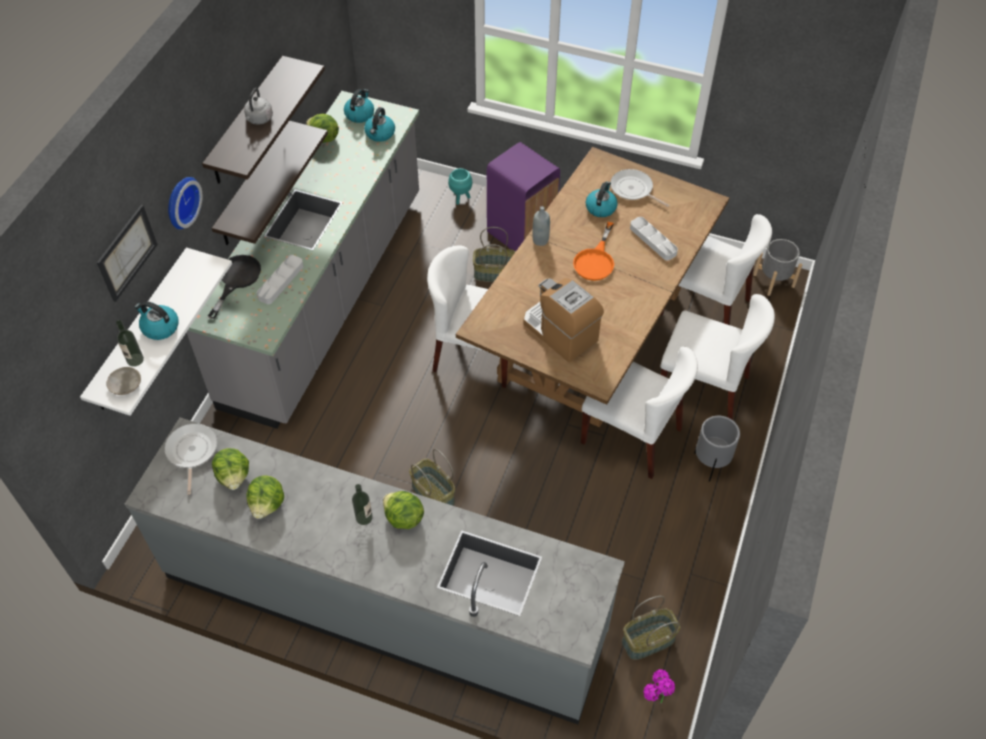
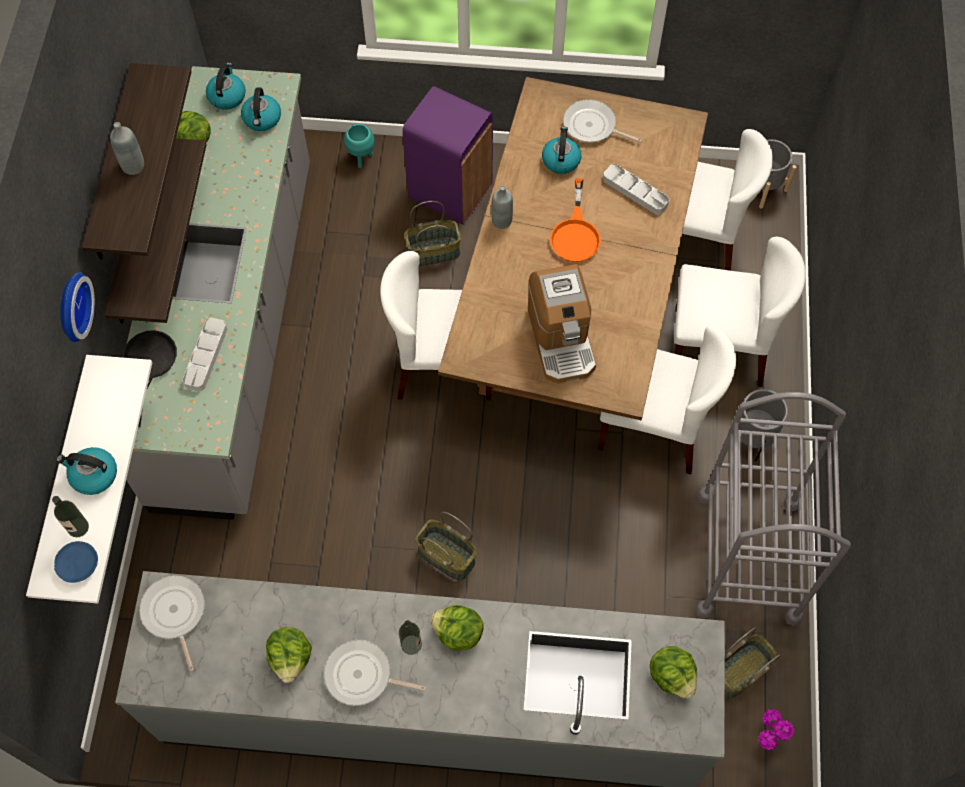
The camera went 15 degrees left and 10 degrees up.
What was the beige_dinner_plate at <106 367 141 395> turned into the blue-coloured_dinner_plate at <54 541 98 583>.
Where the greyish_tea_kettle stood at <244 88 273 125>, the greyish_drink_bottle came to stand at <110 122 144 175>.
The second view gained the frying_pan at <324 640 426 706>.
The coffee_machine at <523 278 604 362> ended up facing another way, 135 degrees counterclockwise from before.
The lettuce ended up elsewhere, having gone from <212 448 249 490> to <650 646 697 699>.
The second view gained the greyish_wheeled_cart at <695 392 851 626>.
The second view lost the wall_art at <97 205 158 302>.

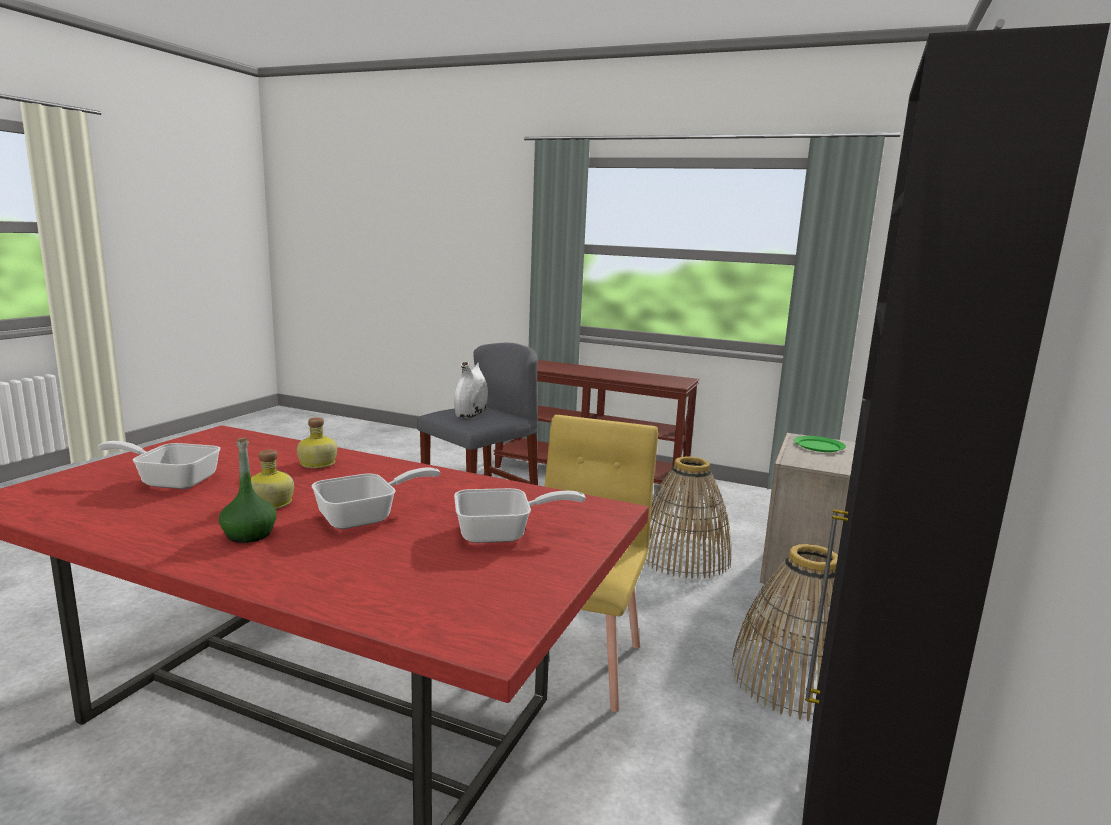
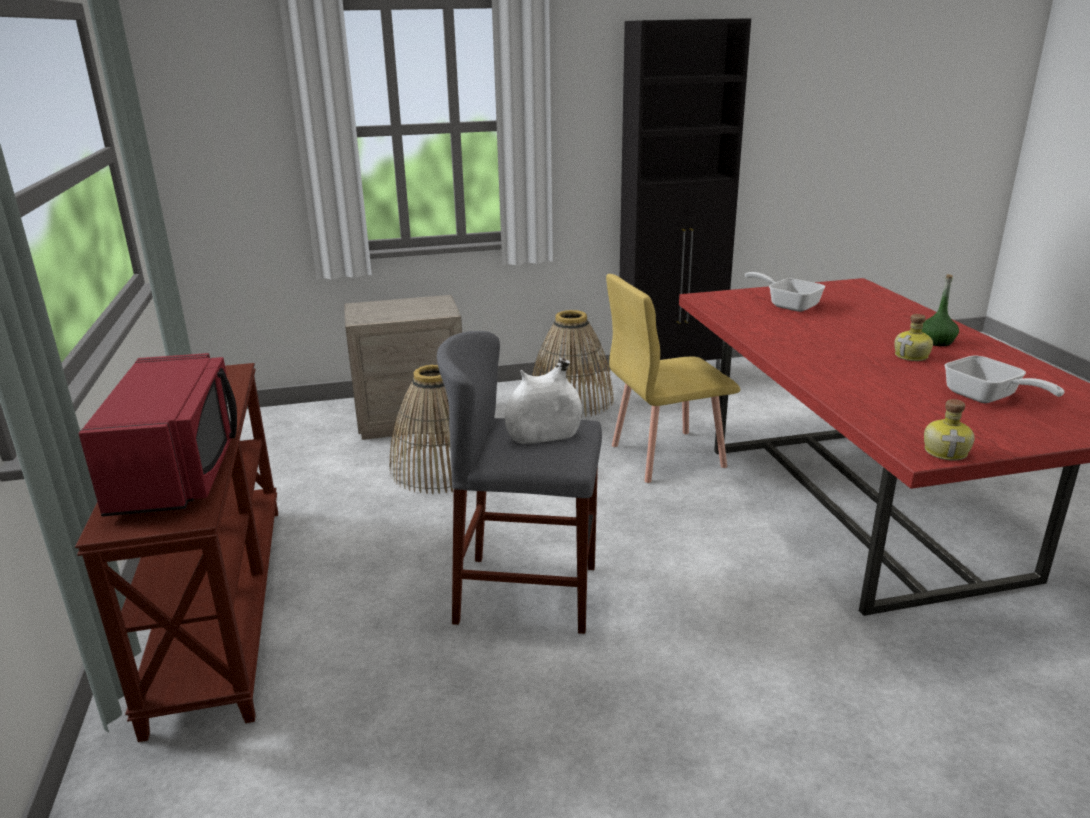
The camera went 125 degrees left and 10 degrees up.
The second view gained the red-coloured_microwave_oven at <79 353 237 517>.
The drink_bottle ended up elsewhere, having gone from <297 417 337 468> to <924 399 975 460>.
The second view lost the frying_pan at <311 467 440 529>.
The second view lost the greenish_dinner_plate at <794 436 846 452>.

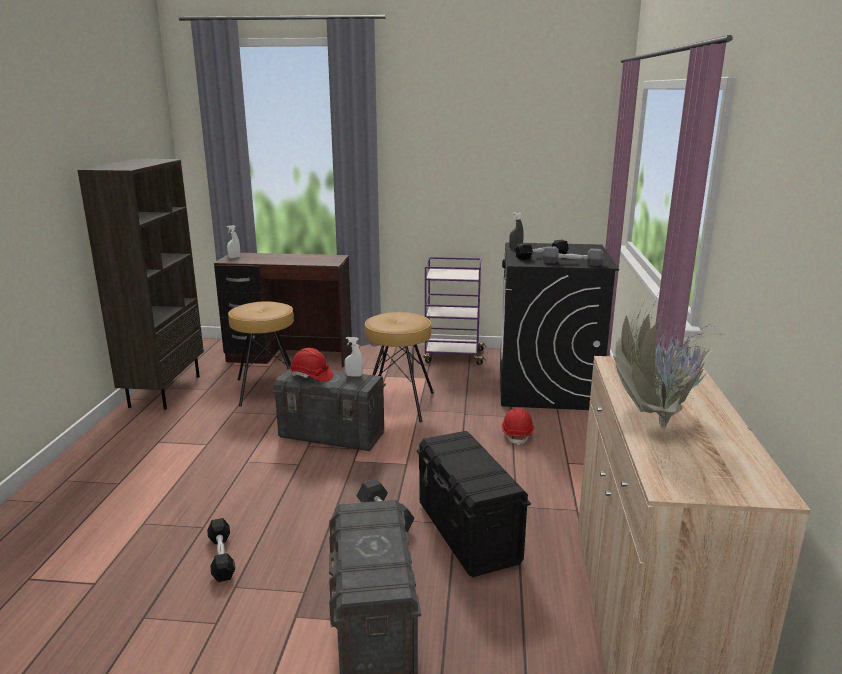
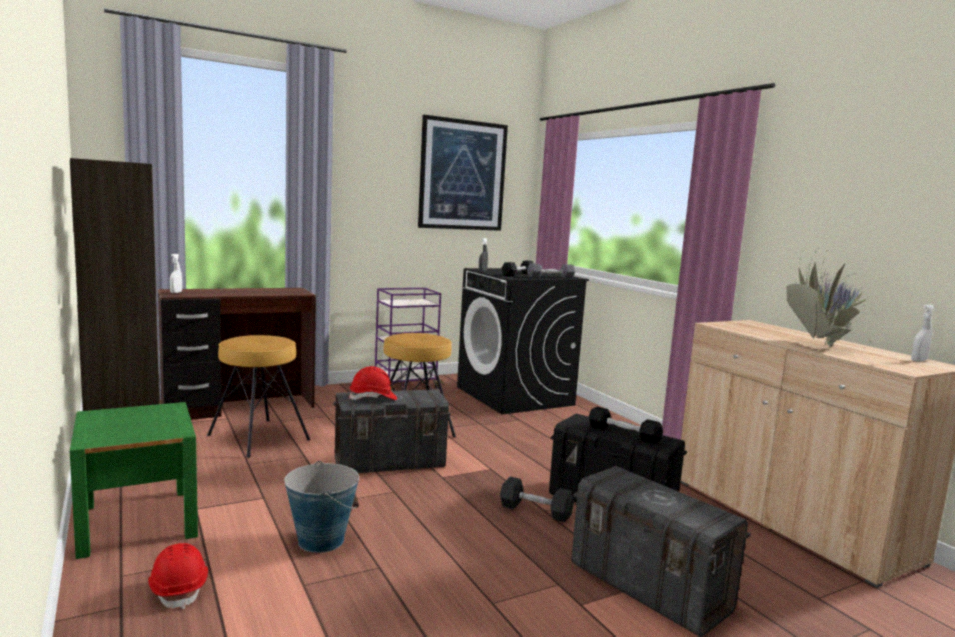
The camera went 35 degrees left and 10 degrees down.
The second view gained the greenish_bedside_table at <70 402 198 559>.
The red-coloured_safety_helmet ended up elsewhere, having gone from <501 408 534 446> to <148 543 208 609>.
The second view gained the bucket at <284 461 359 553>.
The second view gained the wall_art at <418 115 508 231>.
The blackish_hand_weight ended up elsewhere, having gone from <207 518 235 582> to <589 406 663 444>.
The white-coloured_sprayer ended up elsewhere, having gone from <345 337 363 376> to <911 305 934 362>.

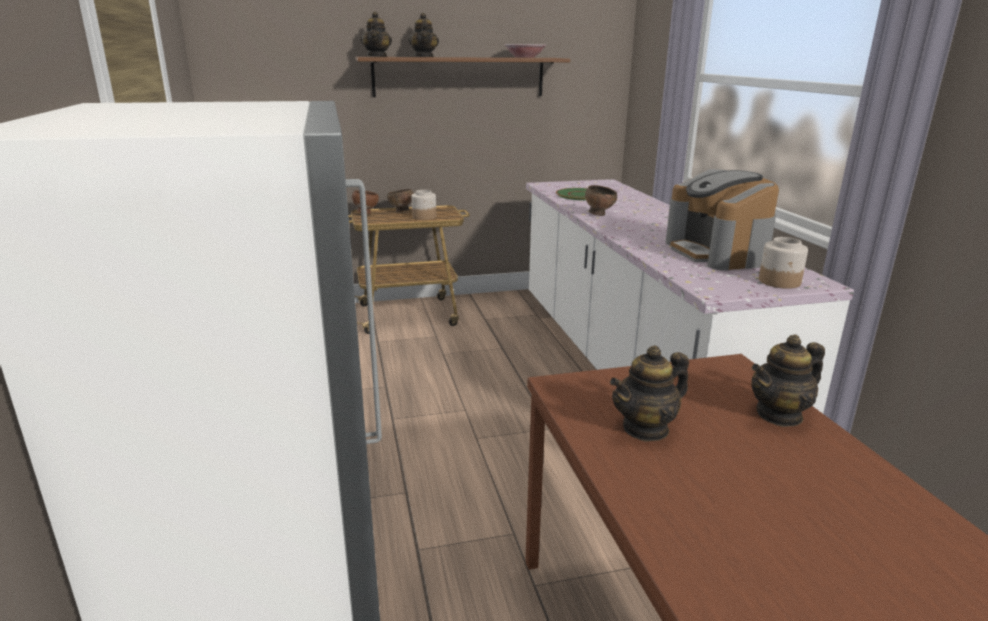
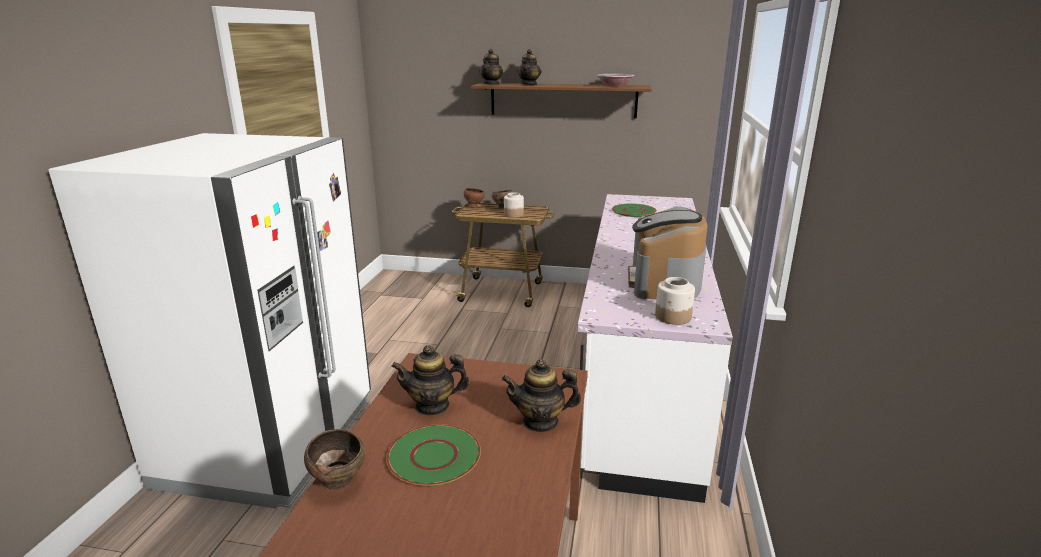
The camera went 25 degrees right and 0 degrees up.
The brown_bowl ended up elsewhere, having gone from <585 185 617 216> to <304 429 365 490>.
The second view gained the greenish_dinner_plate at <386 424 481 486>.

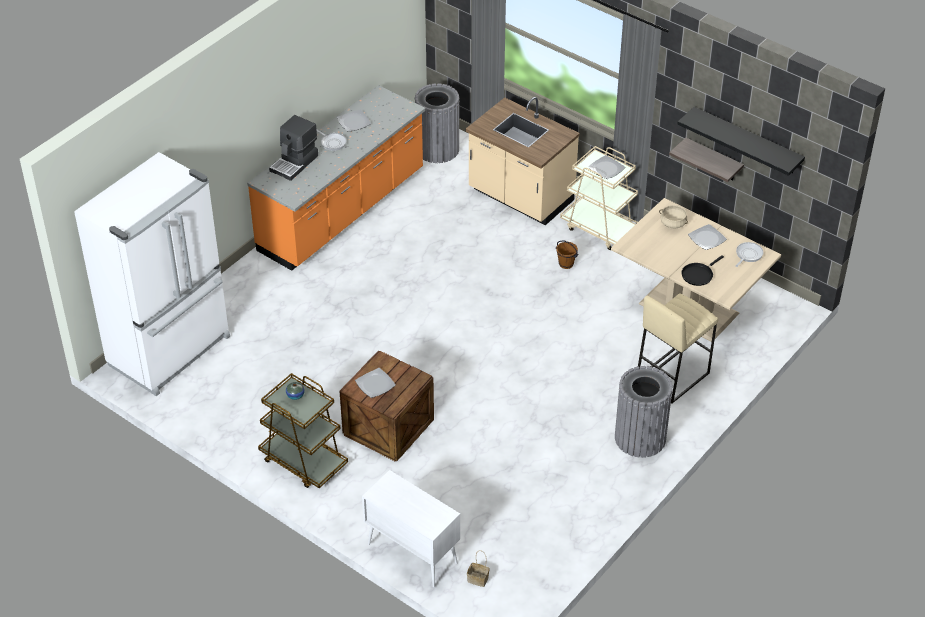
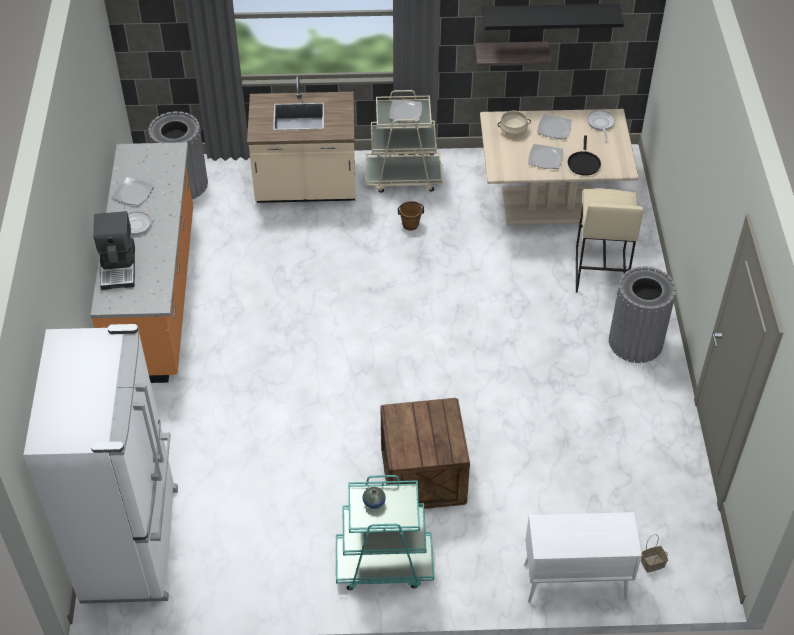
The camera went 40 degrees left and 5 degrees up.
What was the brown_wheeled_cart at <258 373 348 488> turned into the turquoise_wheeled_cart at <336 475 434 590>.
The dinner_plate ended up elsewhere, having gone from <355 368 396 398> to <528 144 563 169>.

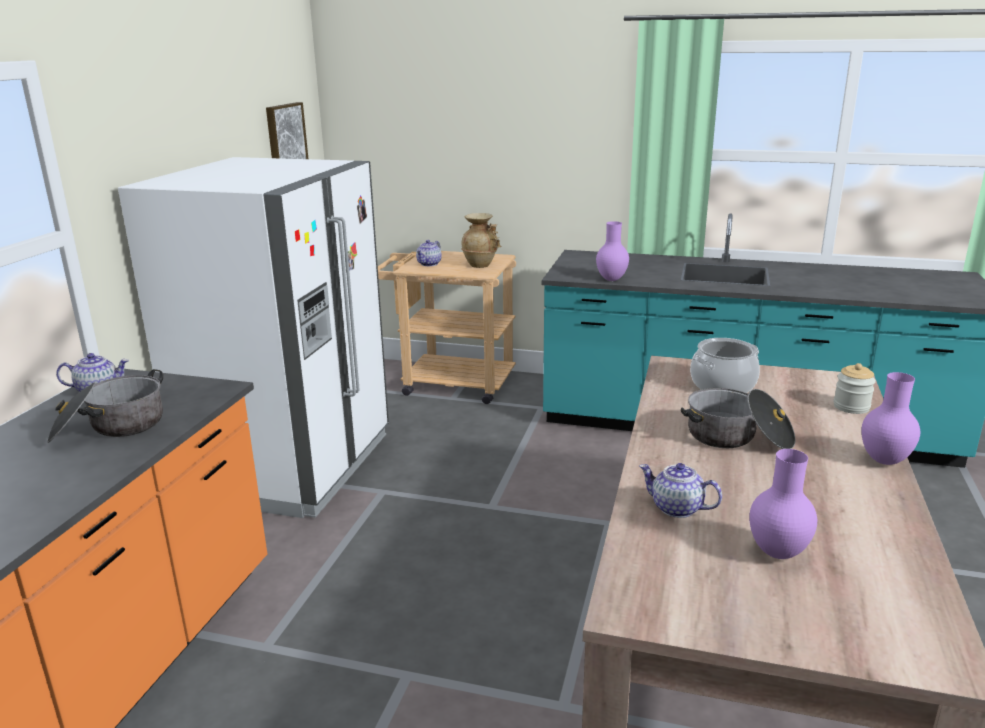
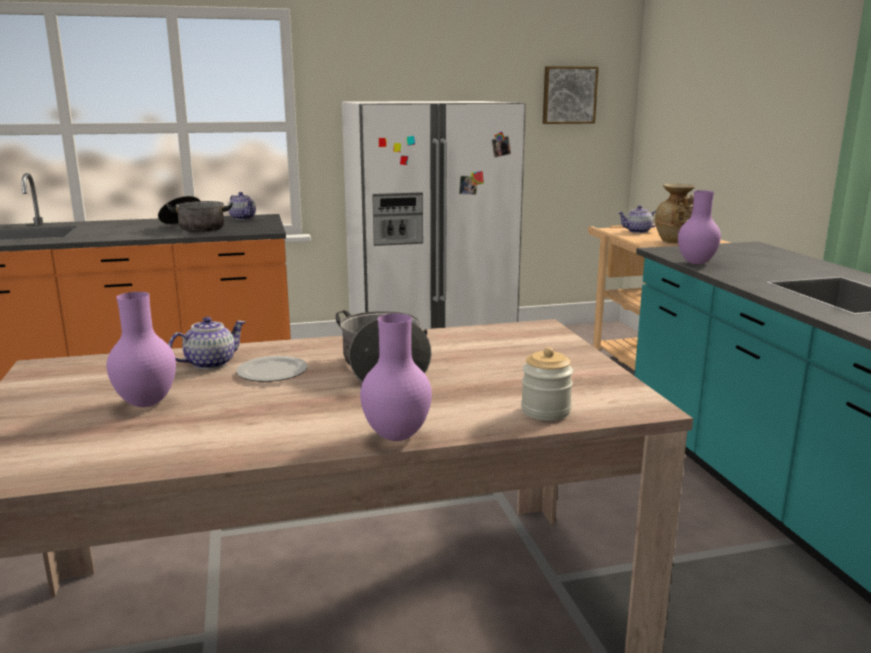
The camera went 60 degrees right and 5 degrees down.
The pot_for_tea at <639 463 722 518> ended up facing another way, 45 degrees clockwise from before.
The second view gained the dinner_plate at <236 356 308 382>.
The second view lost the cooking_pot at <690 338 760 393>.

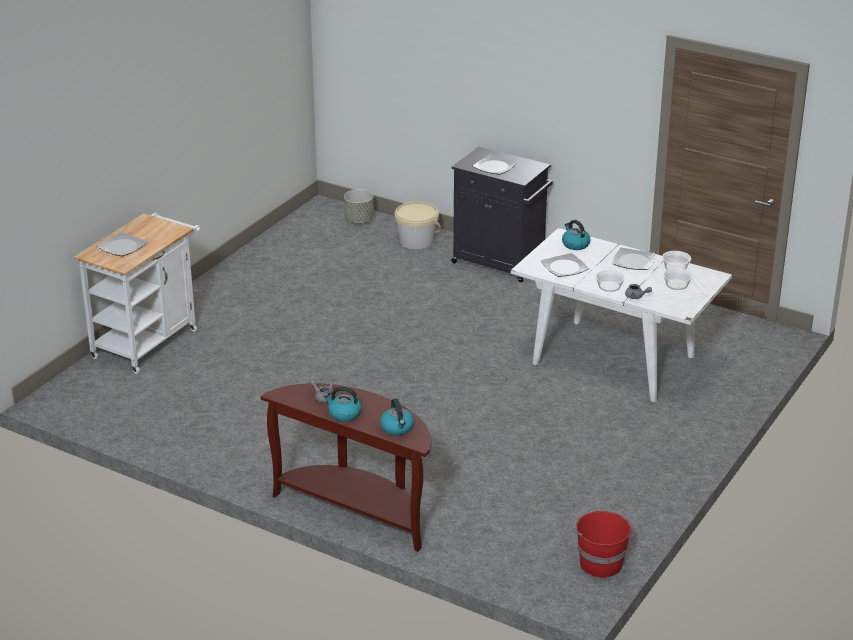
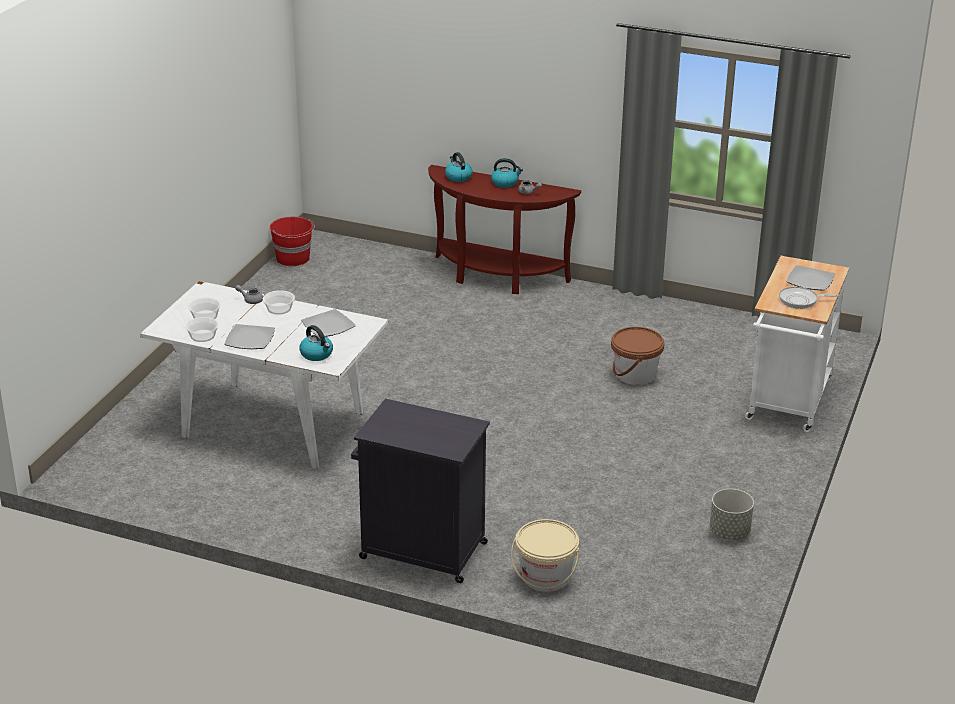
The camera went 170 degrees right and 0 degrees up.
The second view gained the brown_bucket at <611 327 664 385>.
The greyish_planter ended up elsewhere, having gone from <344 189 374 224> to <710 489 754 540>.
The second view gained the frying_pan at <779 287 839 309>.
The second view lost the dinner_plate at <473 154 517 175>.

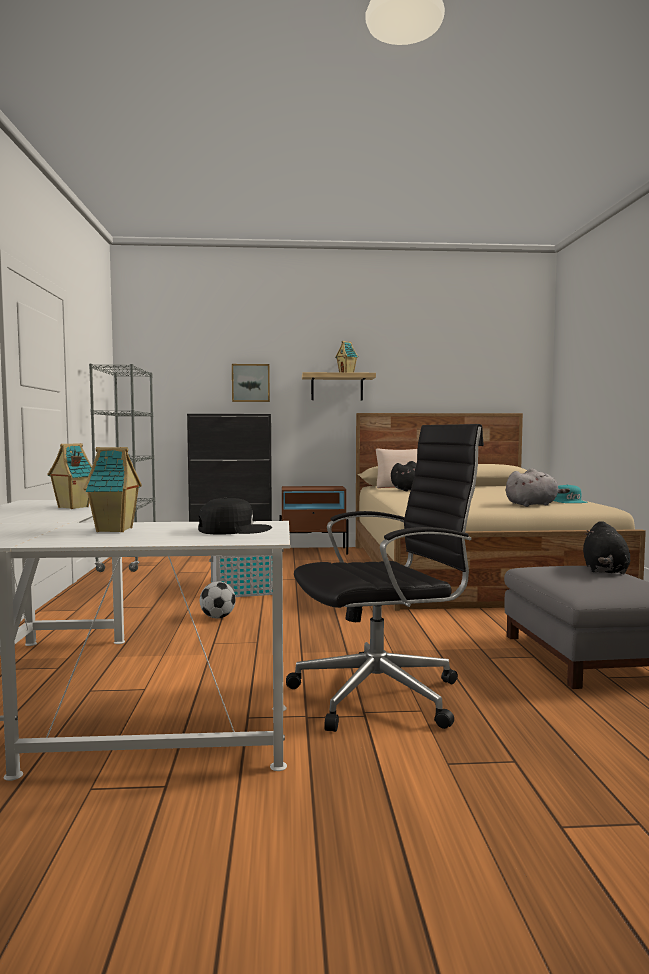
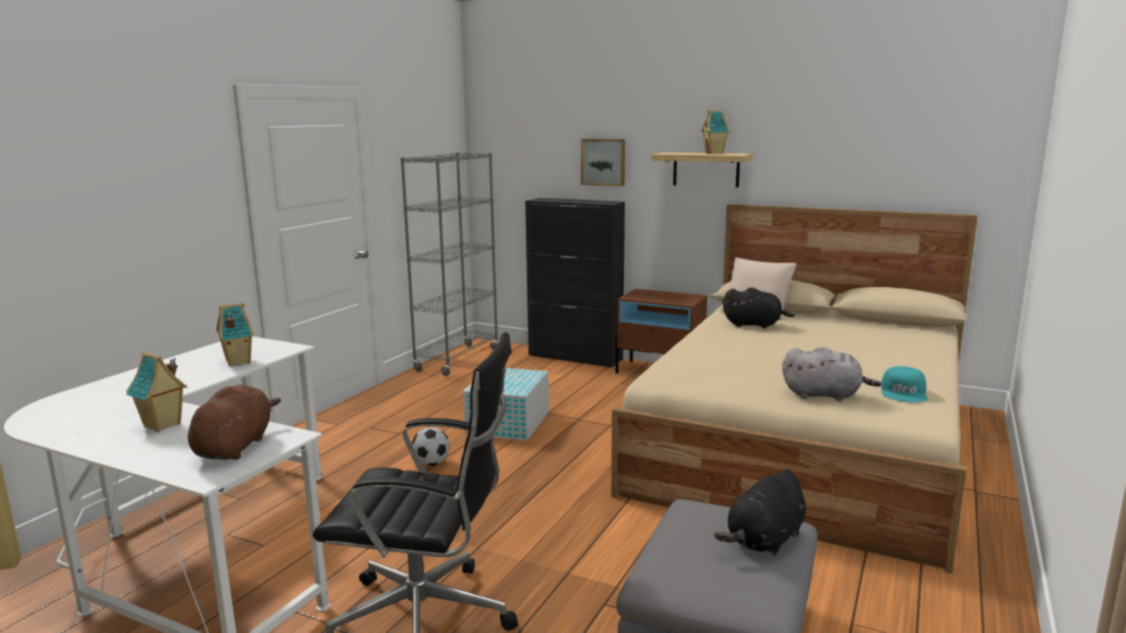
The camera went 30 degrees right and 10 degrees up.
Where the blackish_peaked_cap stood at <198 497 272 534>, the brown_soft_toy came to stand at <188 385 281 460>.

